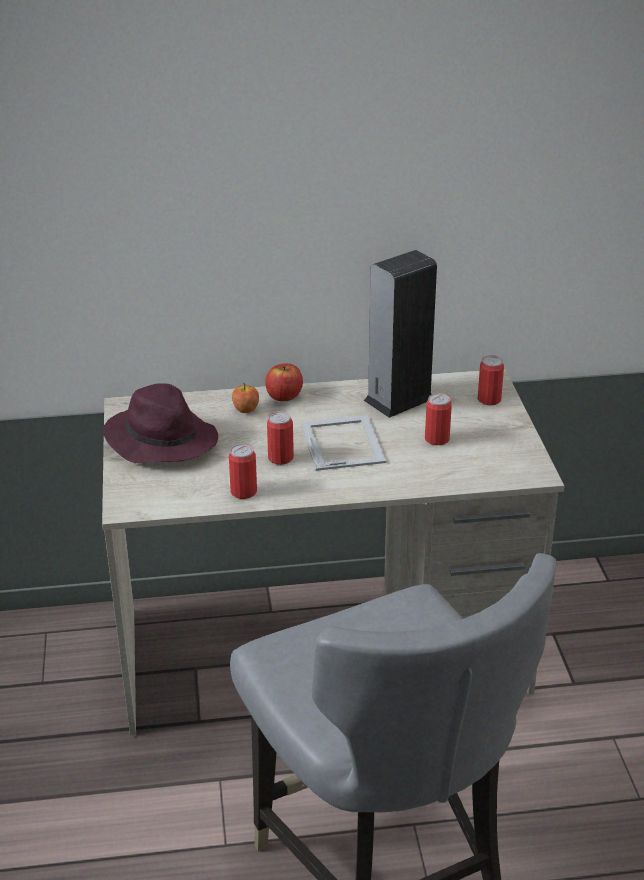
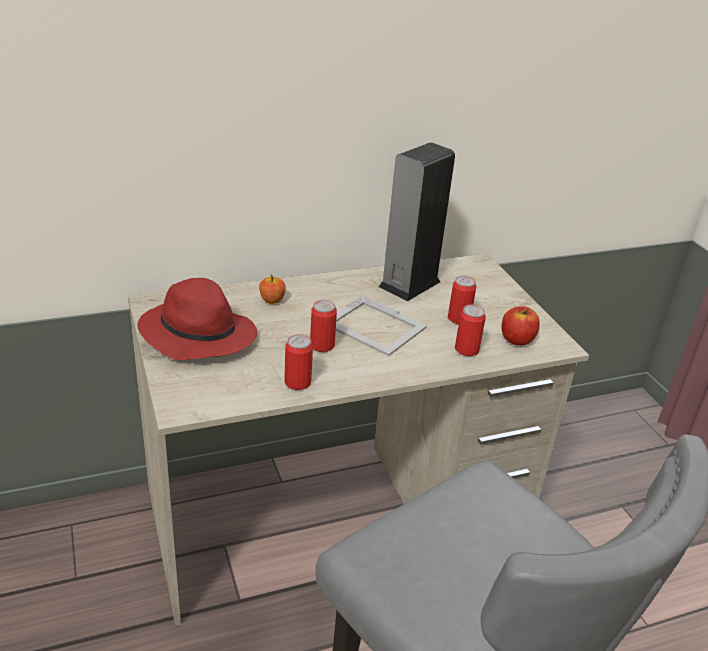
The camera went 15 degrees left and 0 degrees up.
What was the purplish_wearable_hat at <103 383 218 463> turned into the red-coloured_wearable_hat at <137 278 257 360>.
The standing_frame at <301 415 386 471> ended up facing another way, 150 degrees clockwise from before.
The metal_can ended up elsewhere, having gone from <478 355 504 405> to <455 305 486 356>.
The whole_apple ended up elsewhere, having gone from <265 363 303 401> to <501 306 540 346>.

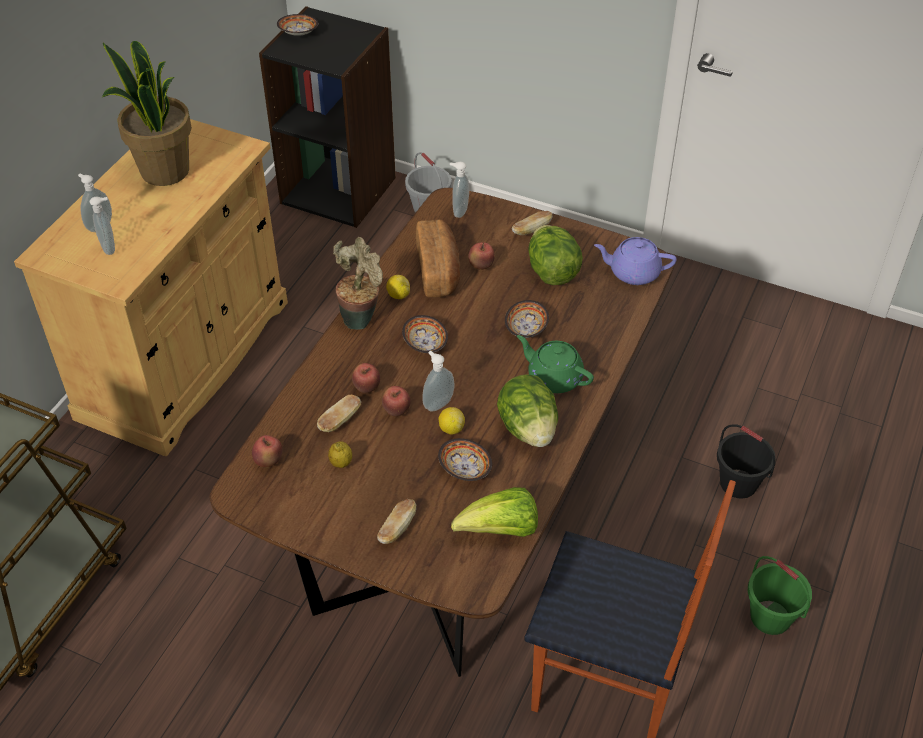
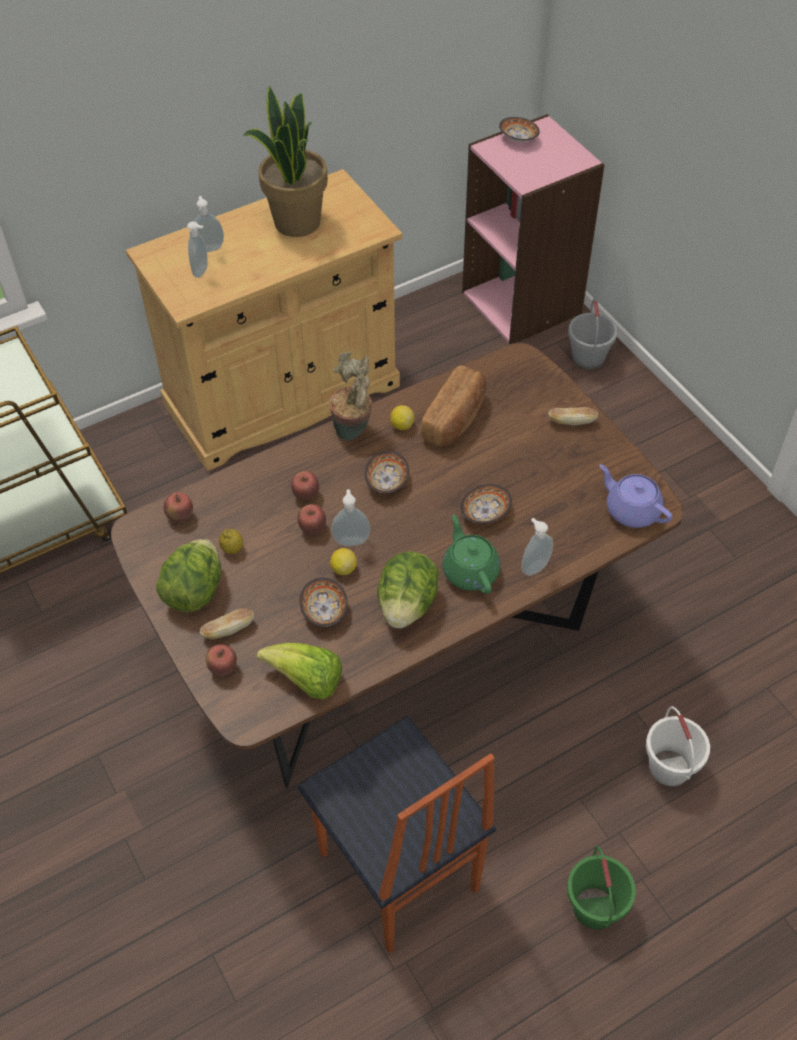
The camera went 35 degrees right and 5 degrees up.
The lettuce ended up elsewhere, having gone from <528 225 583 285> to <156 539 221 612>.
The whole_apple ended up elsewhere, having gone from <468 242 495 270> to <206 644 237 676>.
What was the blackish_shelving_unit at <259 6 396 228> turned into the pink_shelving_unit at <462 114 605 344>.
The soap_bottle ended up elsewhere, having gone from <450 162 469 218> to <521 518 553 576>.
What was the blackish_bucket at <717 424 776 499> turned into the white-coloured_bucket at <646 706 710 786>.
The second view lost the baked_bread at <317 395 361 432>.

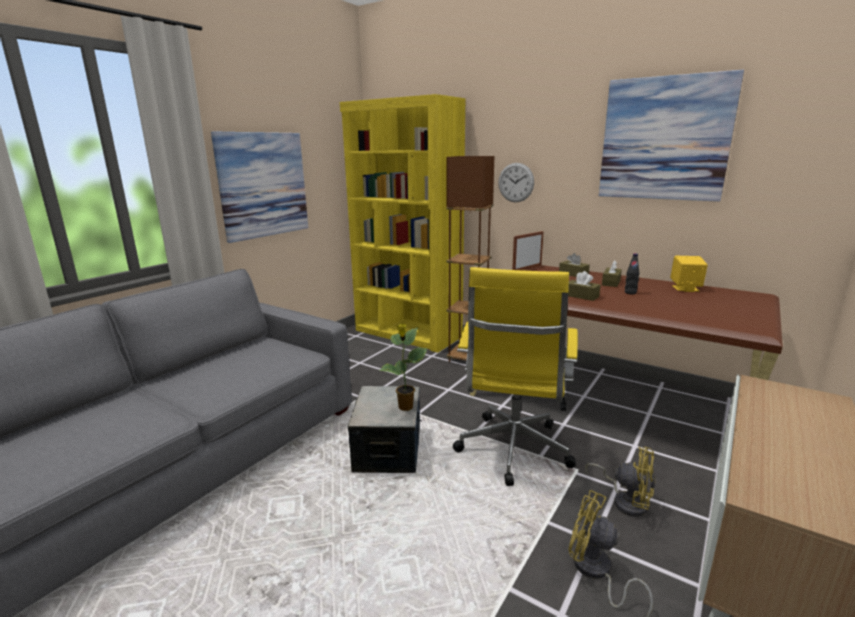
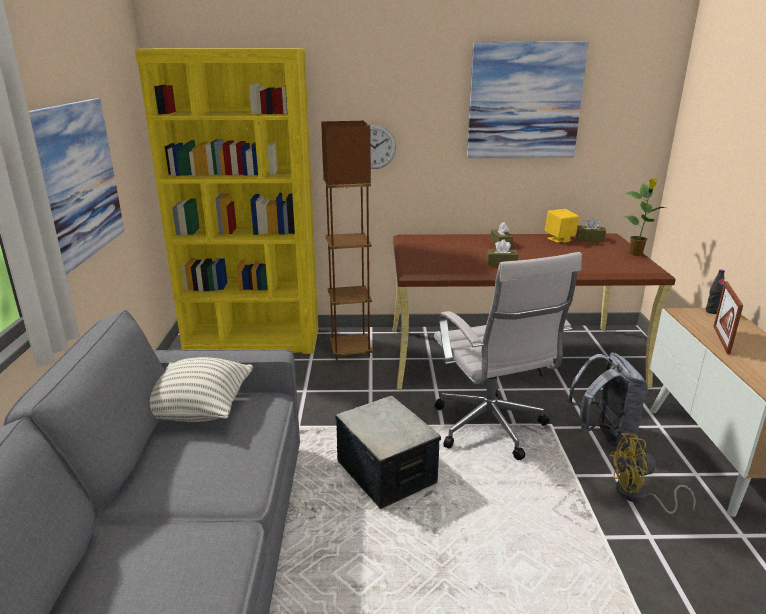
The camera went 35 degrees left and 5 degrees up.
The second view gained the pillow at <150 357 253 422>.
What was the yellow-coloured_computer_chair at <453 267 578 486> turned into the white-coloured_computer_chair at <434 252 582 460>.
Where the yellow-coloured_electric_fan stood at <585 447 655 517>, the greyish_knapsack came to stand at <567 352 648 448>.
The brown_tissue_box ended up elsewhere, having gone from <559 253 590 277> to <576 218 606 242>.
The potted_plant ended up elsewhere, having gone from <379 324 427 411> to <625 178 665 256>.
The blackish_drink_bottle ended up elsewhere, having gone from <625 253 639 294> to <706 270 725 314>.
The standing_frame ended up elsewhere, having gone from <512 231 544 270> to <713 281 743 355>.

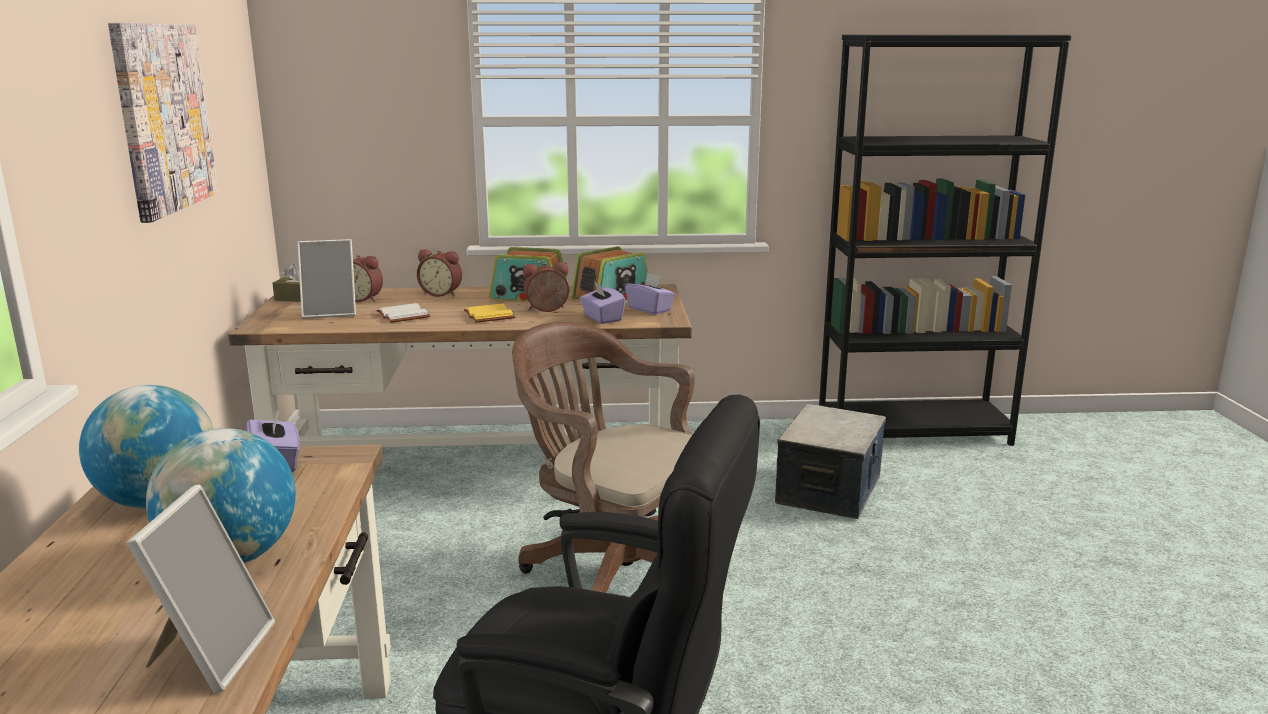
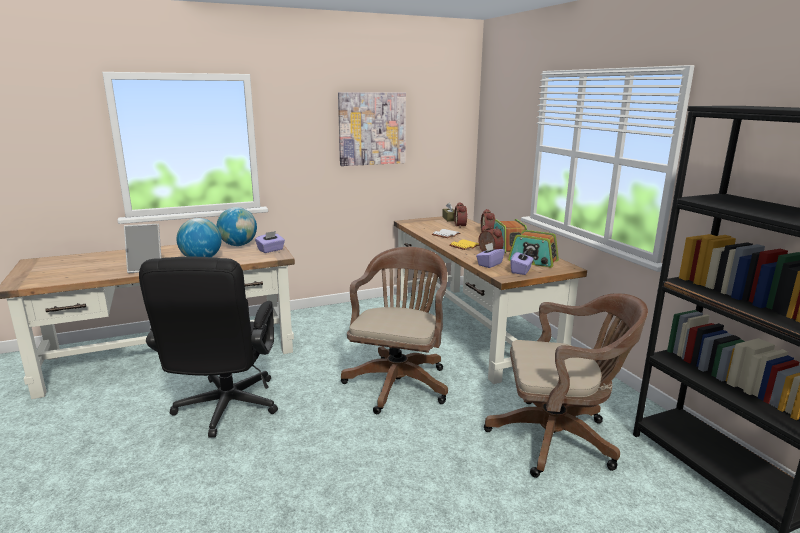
The camera went 70 degrees right and 0 degrees up.
Where the storage_box stood at <775 404 886 519>, the brown_computer_chair came to stand at <484 293 648 478>.
The second view lost the standing_frame at <297 239 356 319>.

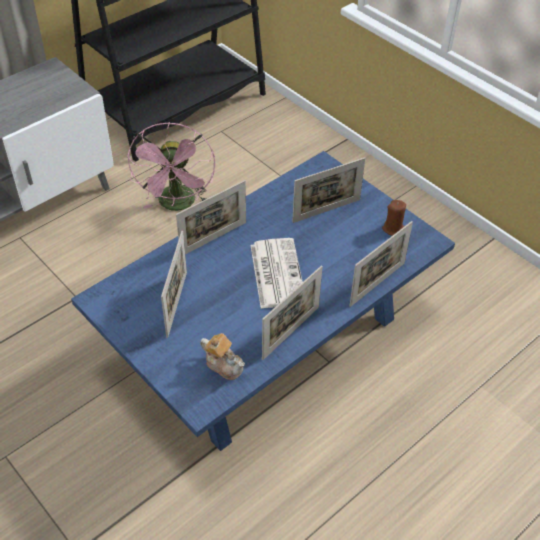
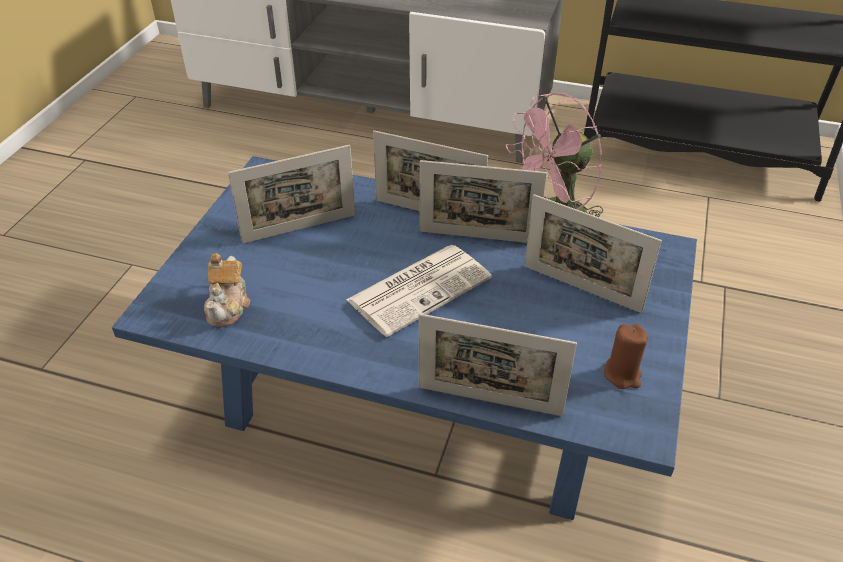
The camera went 60 degrees right and 5 degrees down.
The standing_frame ended up elsewhere, having gone from <262 266 323 360> to <420 160 547 243>.

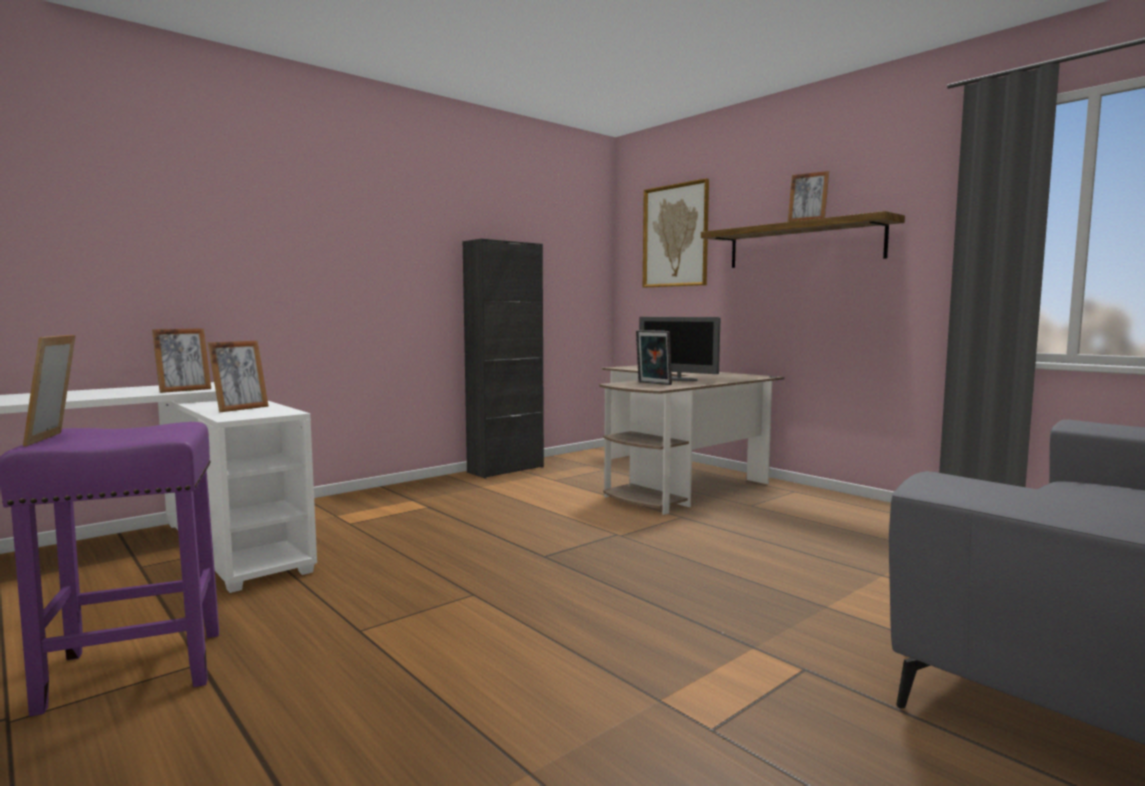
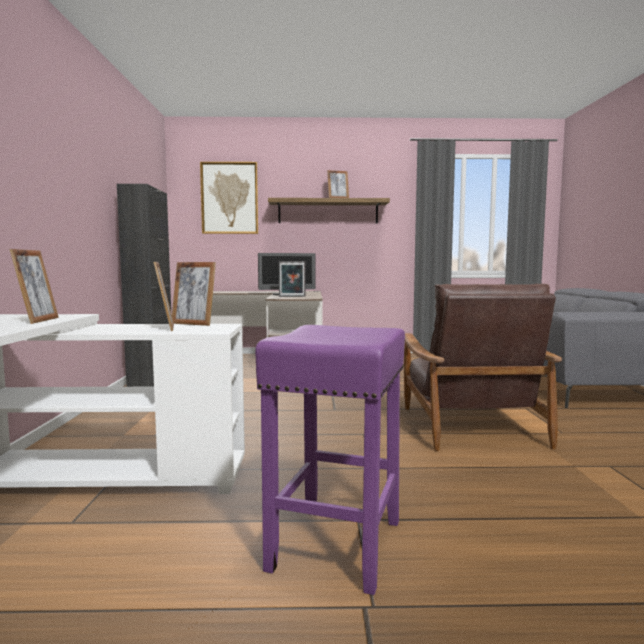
The camera went 50 degrees left and 0 degrees up.
The standing_frame ended up elsewhere, having gone from <23 335 76 447> to <172 262 216 326>.
The second view gained the brown_armchair at <404 284 562 451>.

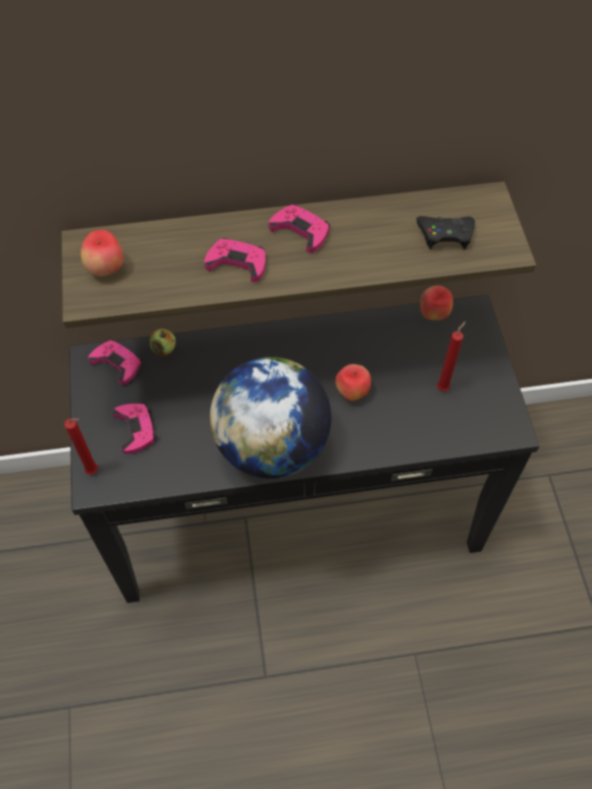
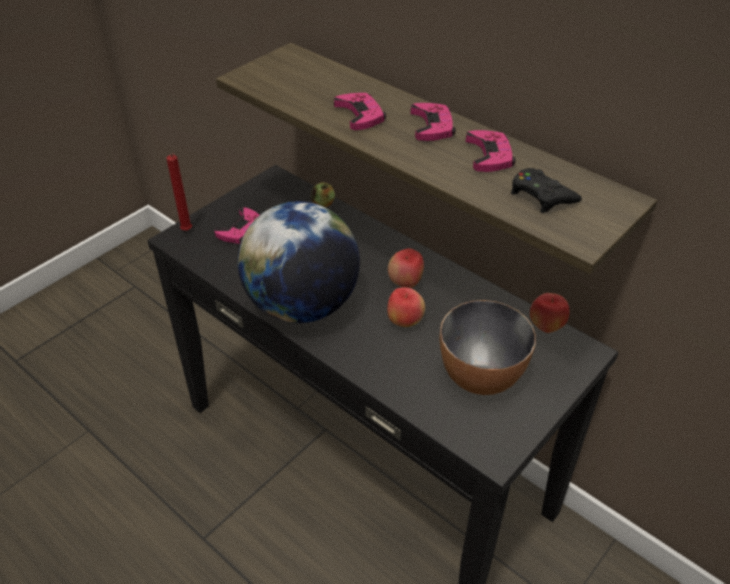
The camera went 50 degrees right and 15 degrees down.
The whole_apple ended up elsewhere, having gone from <81 230 123 276> to <388 248 424 288>.
Where the red-coloured_candle stood at <437 321 466 391>, the bowl came to stand at <440 300 536 395>.
The pink_game_controller ended up elsewhere, having gone from <88 340 142 385> to <466 130 516 172>.

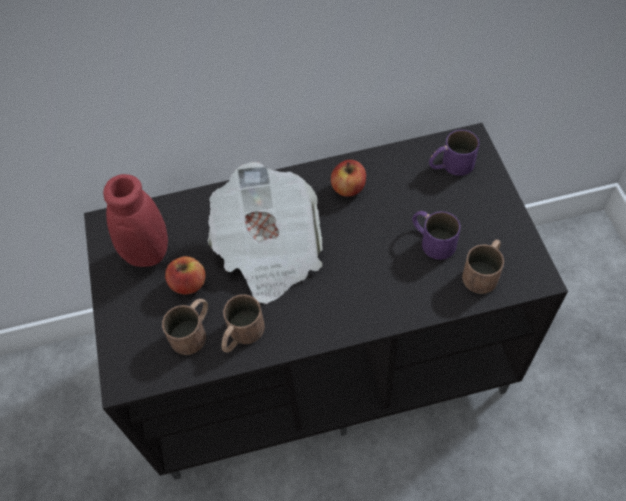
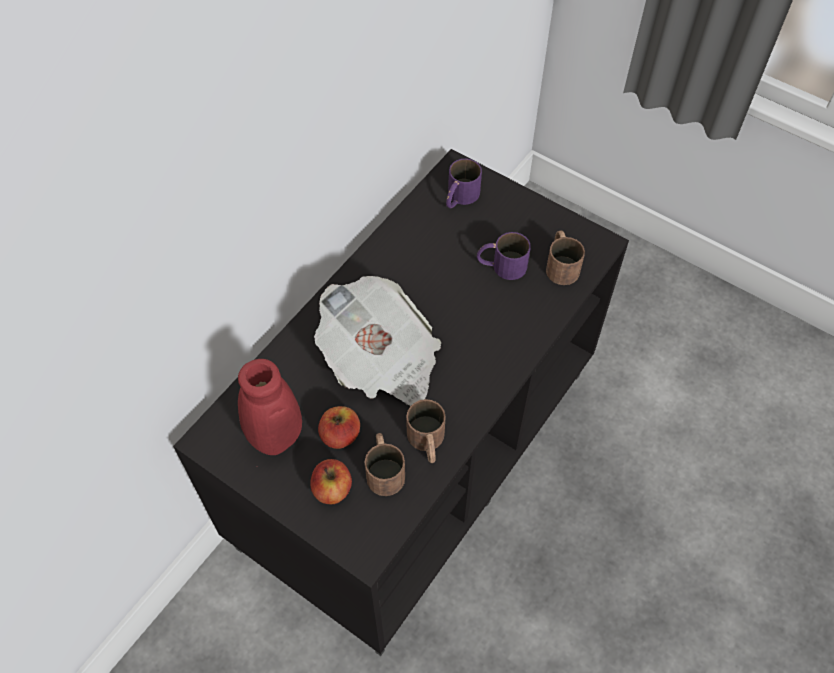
The camera went 45 degrees left and 0 degrees up.
The whole_apple ended up elsewhere, having gone from <331 160 366 196> to <310 459 352 504>.

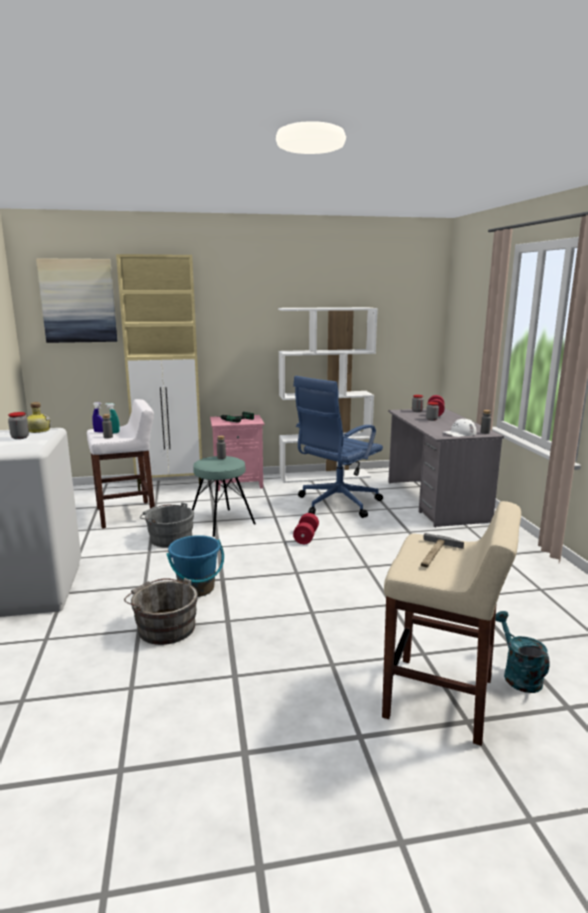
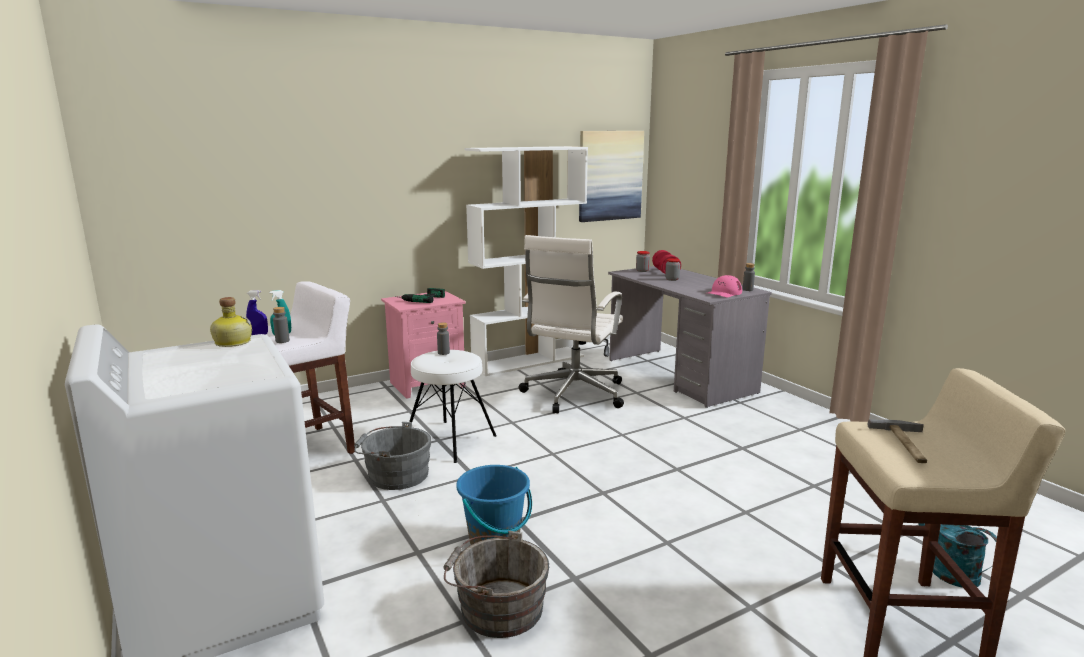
The camera went 20 degrees left and 0 degrees up.
What was the turquoise_sitting_stool at <192 456 256 537> turned into the white-coloured_sitting_stool at <408 350 497 463>.
What was the blue-coloured_computer_chair at <293 376 383 518> turned into the white-coloured_computer_chair at <519 235 624 413>.
The wall_art ended up elsewhere, having gone from <36 258 117 343> to <579 131 644 222>.
What was the white-coloured_peaked_cap at <444 419 477 437> turned into the pink_peaked_cap at <708 275 742 298>.
The second view lost the storage_jar at <8 412 29 439>.
The second view lost the beige_storage_cabinet at <116 254 202 491>.
The second view lost the red-coloured_hand_weight at <293 513 319 544>.

